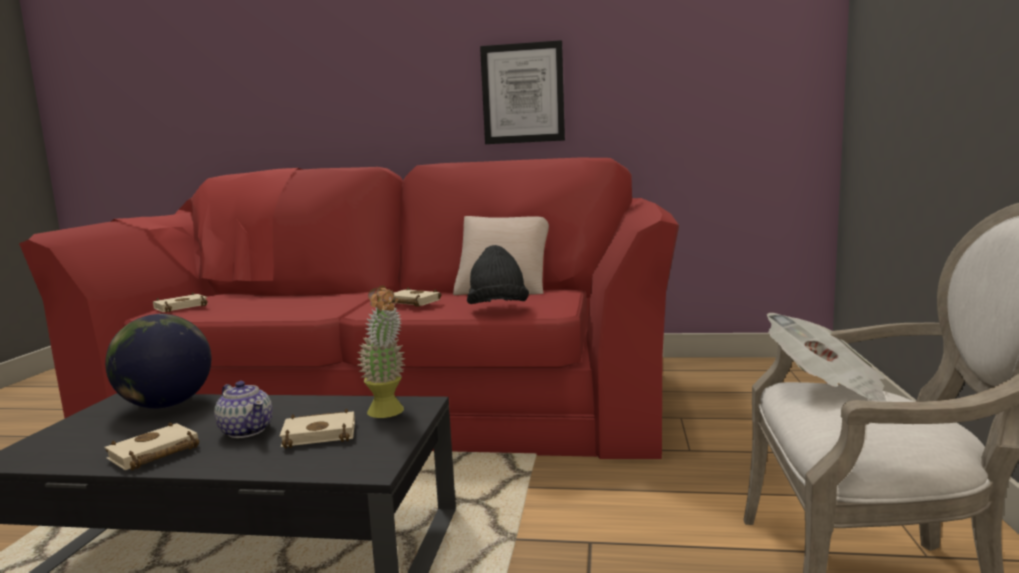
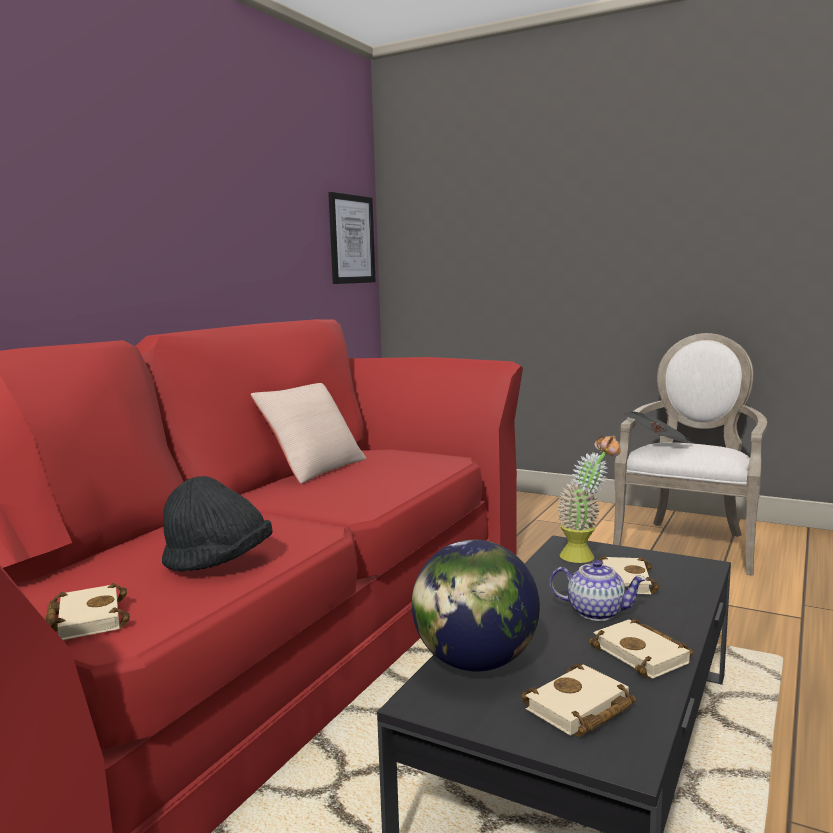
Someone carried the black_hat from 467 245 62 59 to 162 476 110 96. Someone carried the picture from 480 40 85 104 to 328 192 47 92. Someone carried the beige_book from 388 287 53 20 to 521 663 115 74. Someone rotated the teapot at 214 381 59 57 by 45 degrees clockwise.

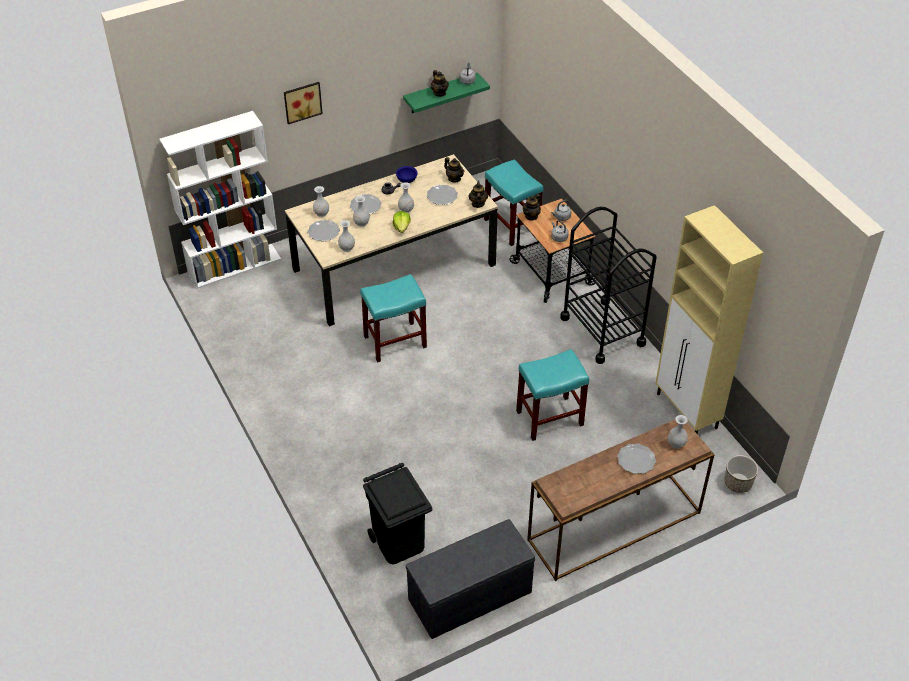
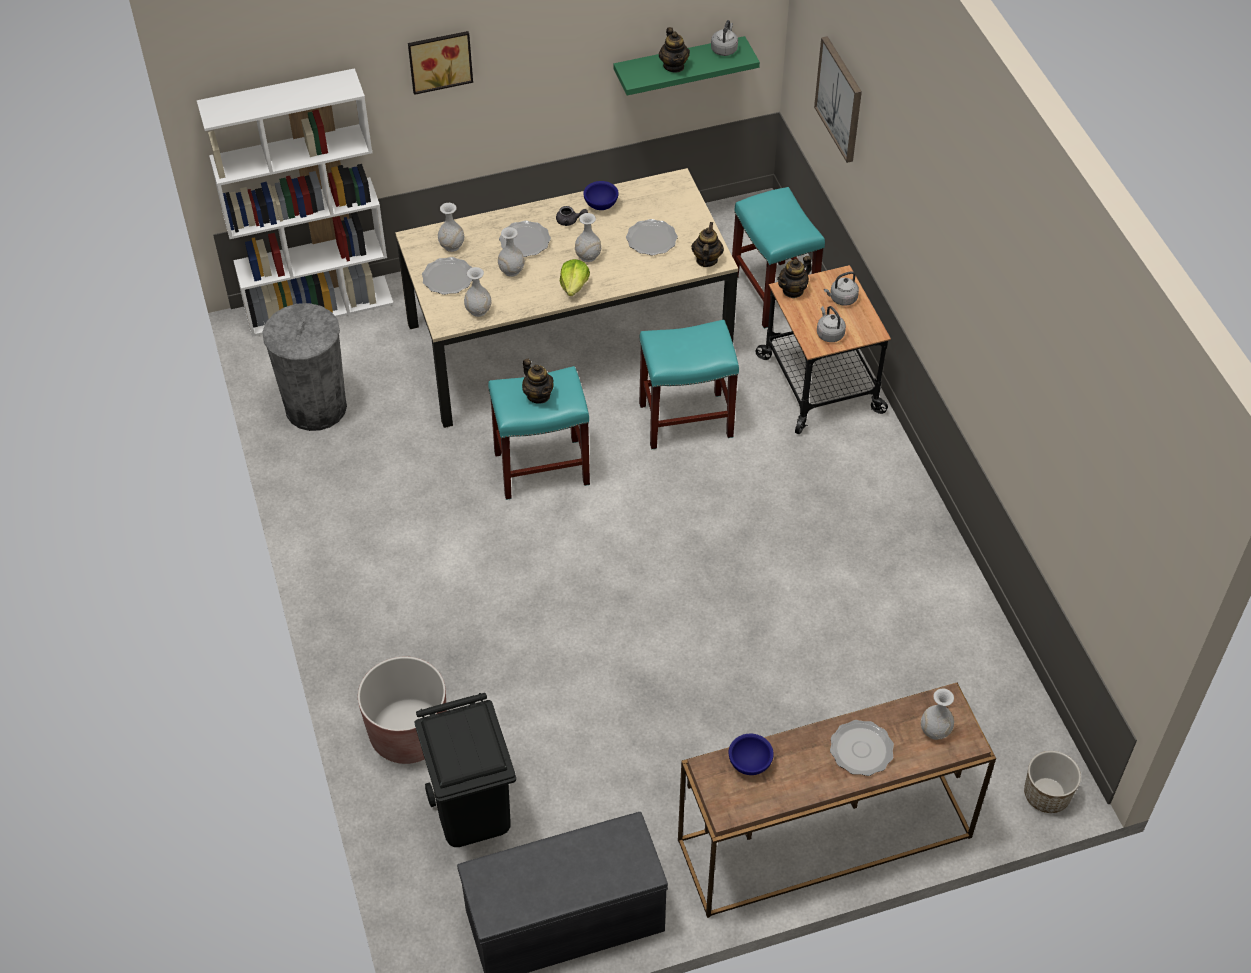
Someone put down the grey_trash_can at 262 303 85 128. Someone put down the brown_planter at 358 656 89 108. Someone carried the teapot from 444 157 21 25 to 522 359 32 45. Someone carried the turquoise_stool from 516 349 73 92 to 639 320 100 130. Someone put down the blue_bowl at 729 734 45 41. Someone put up the picture at 814 36 48 127. Someone took away the black_cart at 560 207 97 157. Someone took away the beige_cabinet at 656 205 107 229.

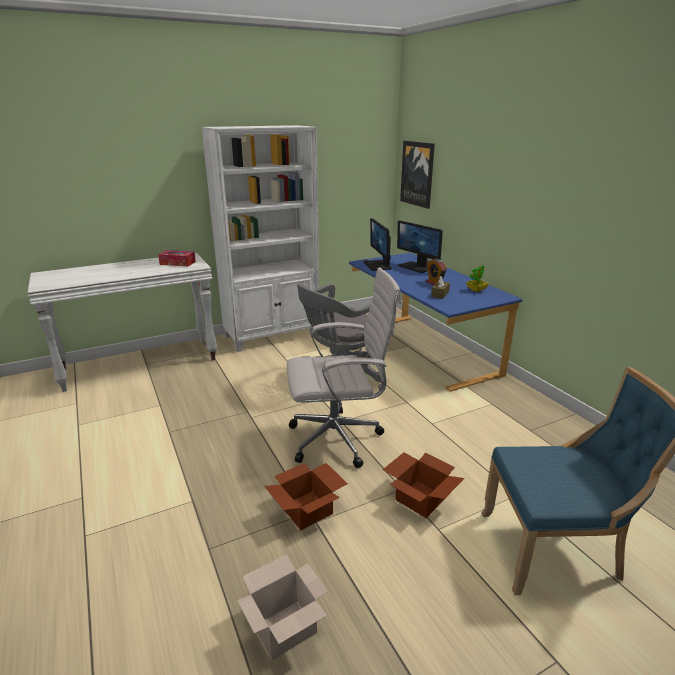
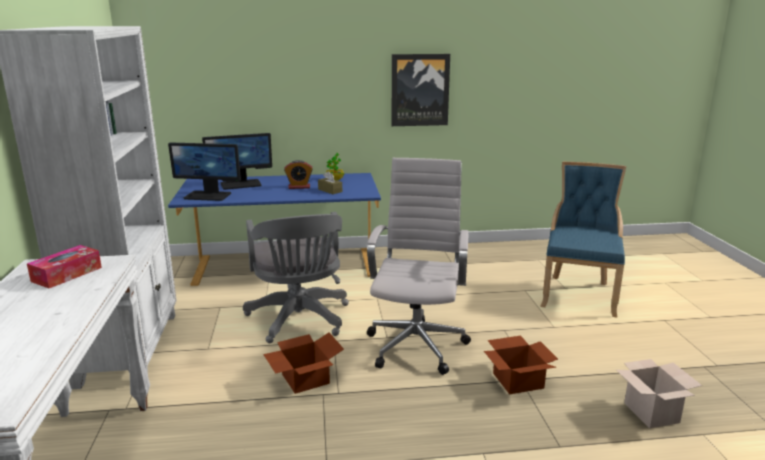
Someone carried the cardboard_box from 383 452 82 66 to 263 333 81 61. Someone carried the picture from 400 141 35 68 to 391 54 59 72.

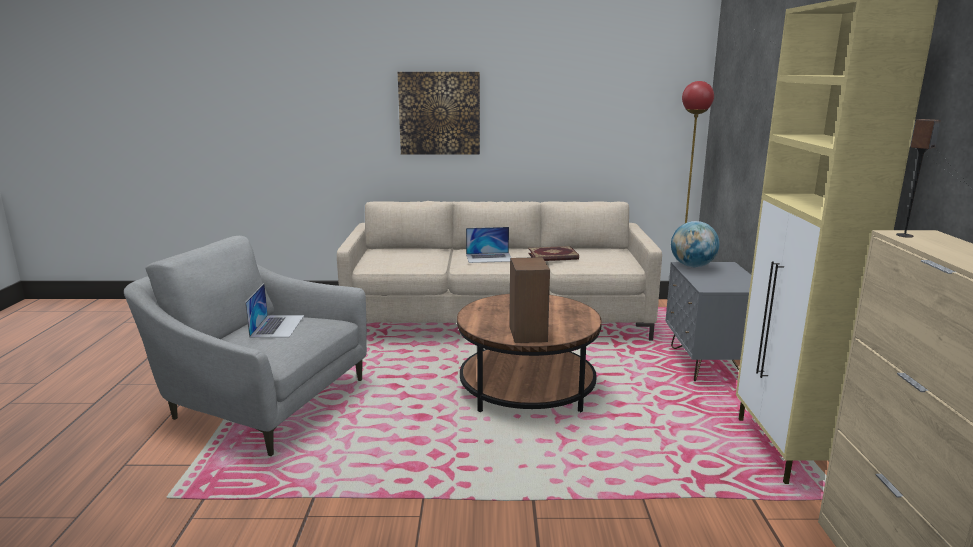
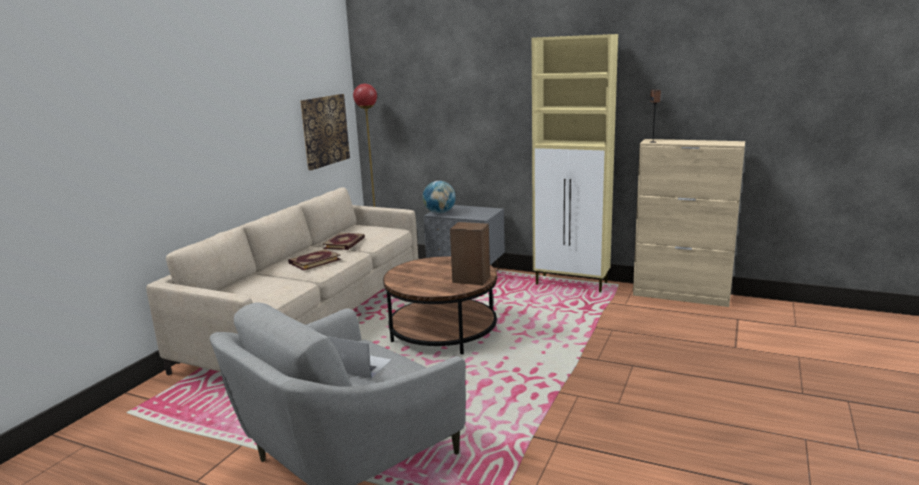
Someone swapped the laptop at 466 227 45 36 for the book at 288 249 53 22. Someone carried the picture from 398 72 82 83 to 300 94 50 76.

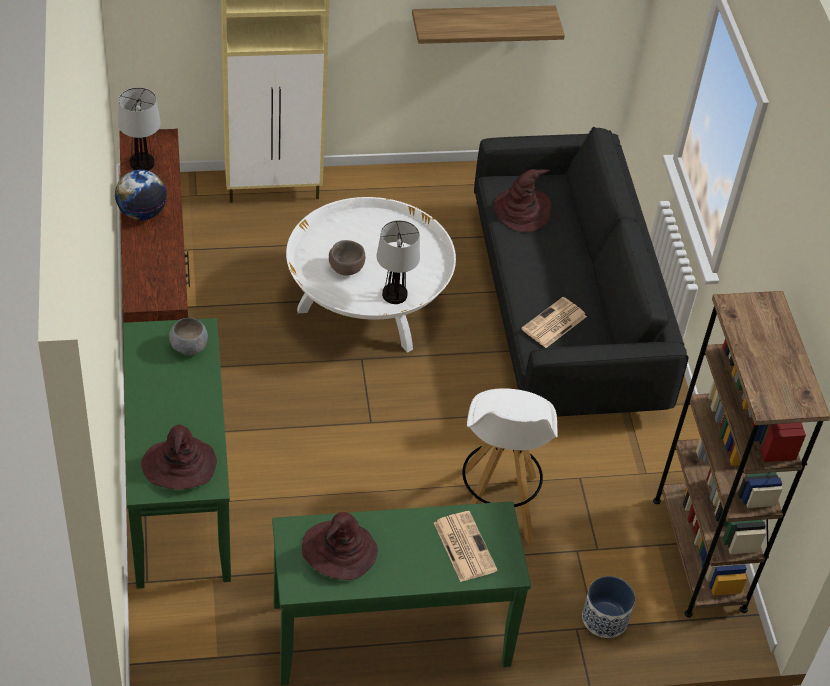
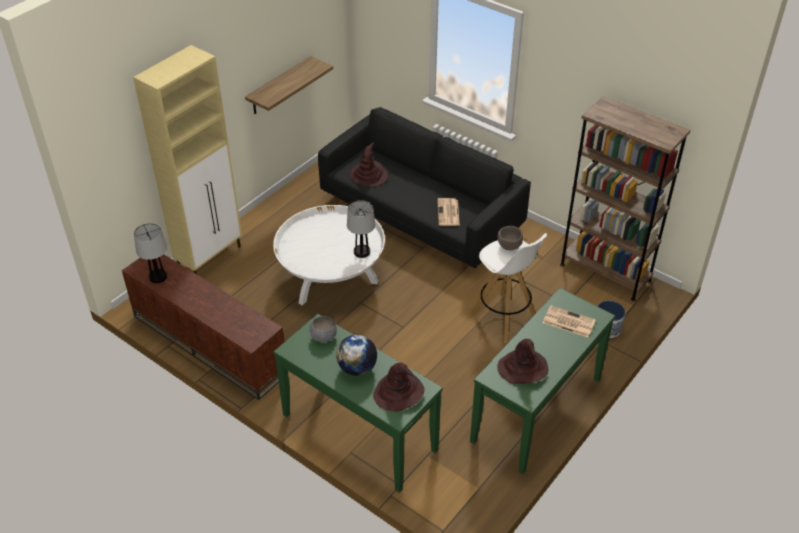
Someone carried the globe from 115 169 52 52 to 336 335 41 41. Someone carried the brown_bowl from 329 240 36 36 to 498 226 25 24.

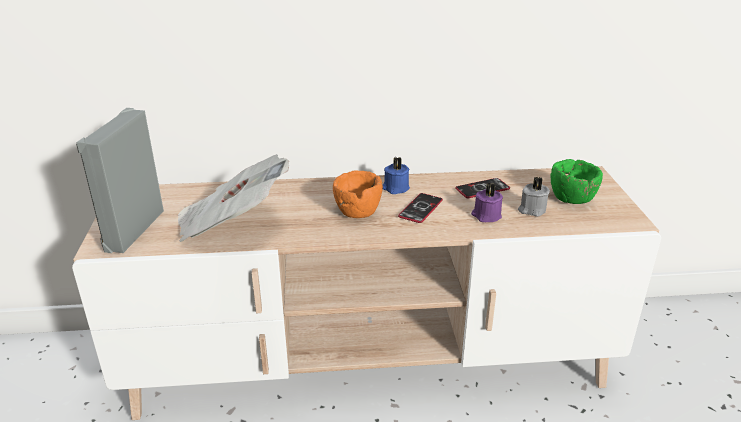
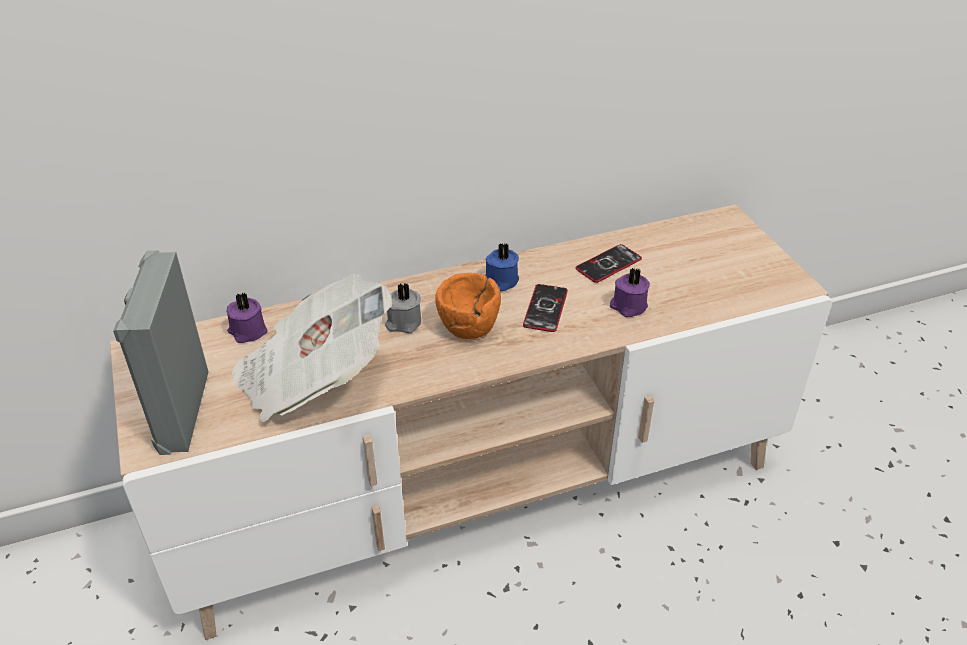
Someone put down the purple_candle at 226 292 42 51. Someone carried the grey_candle from 518 177 32 40 to 385 284 36 49. Someone took away the green_bowl at 551 159 52 45.

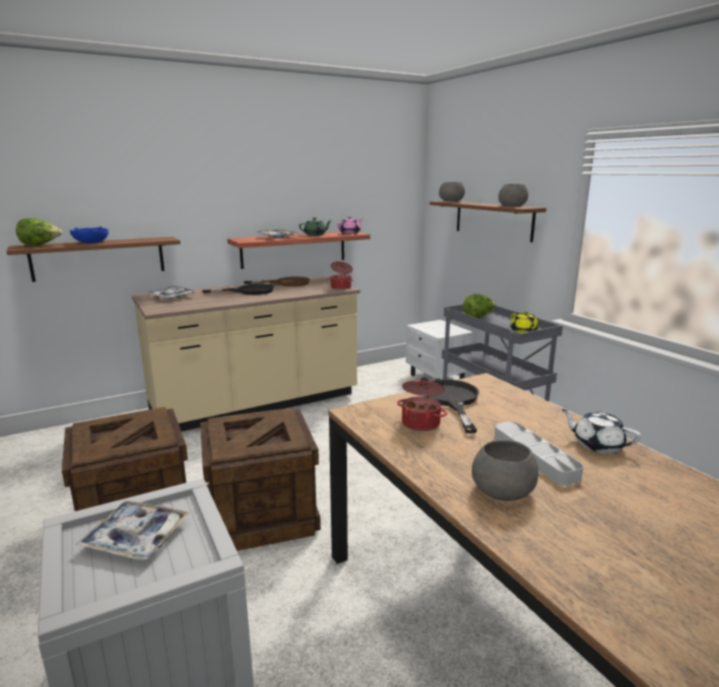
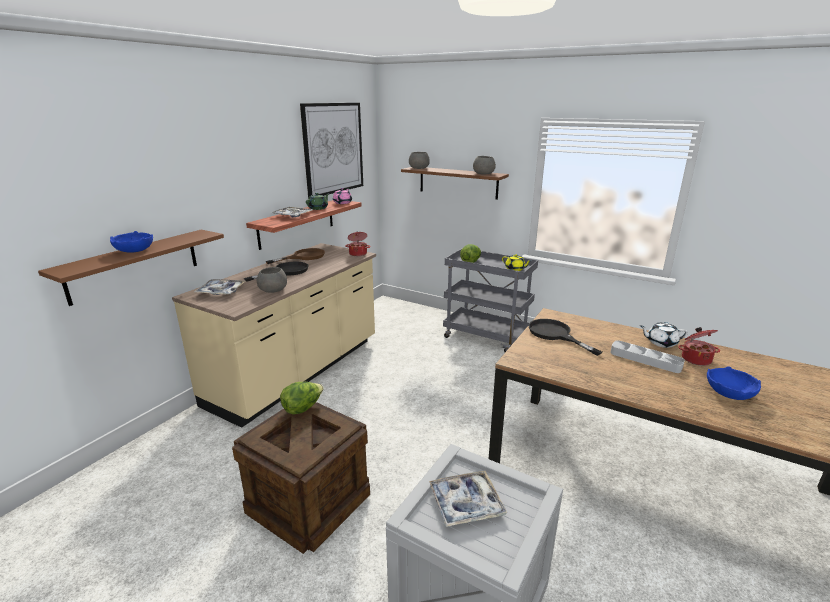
Someone carried the grey_bowl from 472 440 67 61 to 257 267 30 26. Someone carried the lettuce from 16 218 46 28 to 280 382 44 32. Someone put up the picture at 300 103 63 96. Someone carried the cooking_pot from 397 377 50 54 to 678 327 42 39. Someone put down the blue_bowl at 707 367 54 33. Someone took away the crate at 200 408 121 143. Someone took away the white_nightstand at 406 320 67 60.

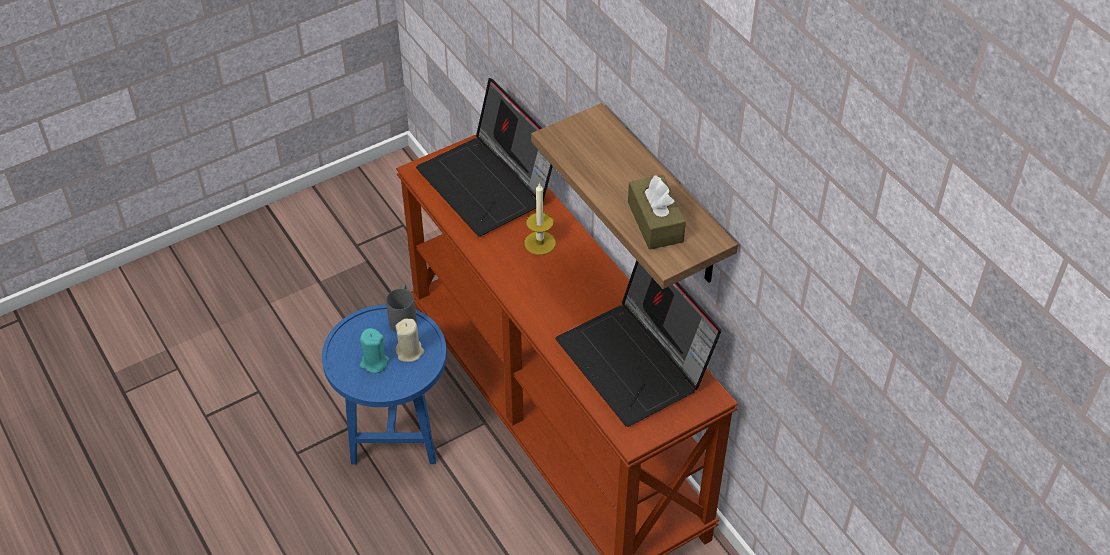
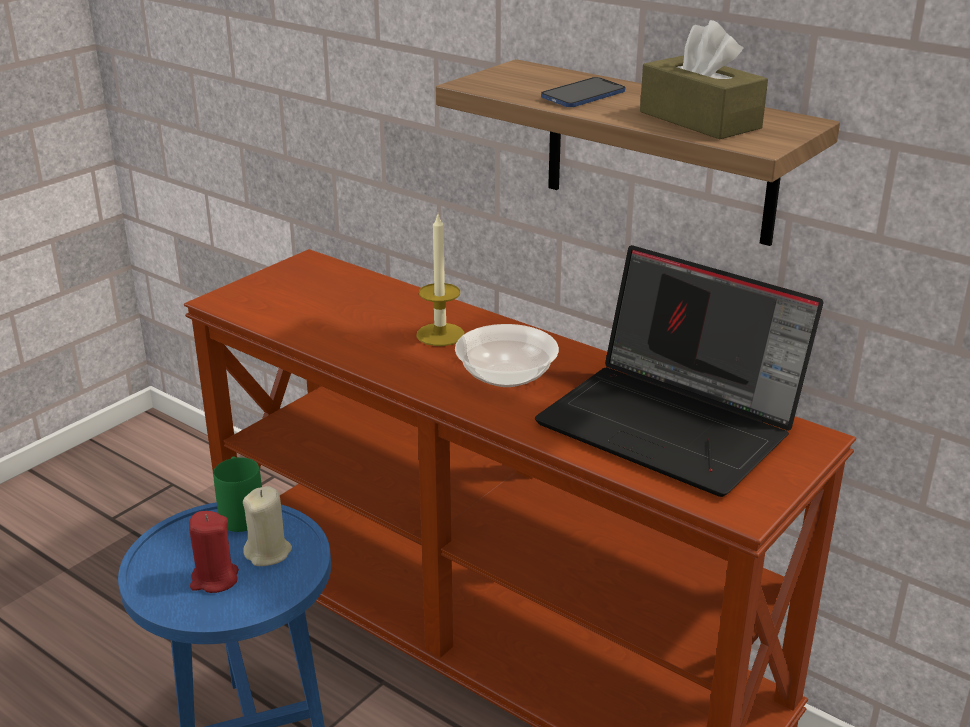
Someone repainted the turquoise_candle at 360 328 29 45, which became the red_candle at 189 511 50 82. Someone repainted the grey_mug at 386 284 30 48, which became the green_mug at 213 456 49 76. Someone put down the bowl at 455 324 104 63. Someone put down the phone at 541 77 84 30. Someone took away the laptop at 416 78 137 158.

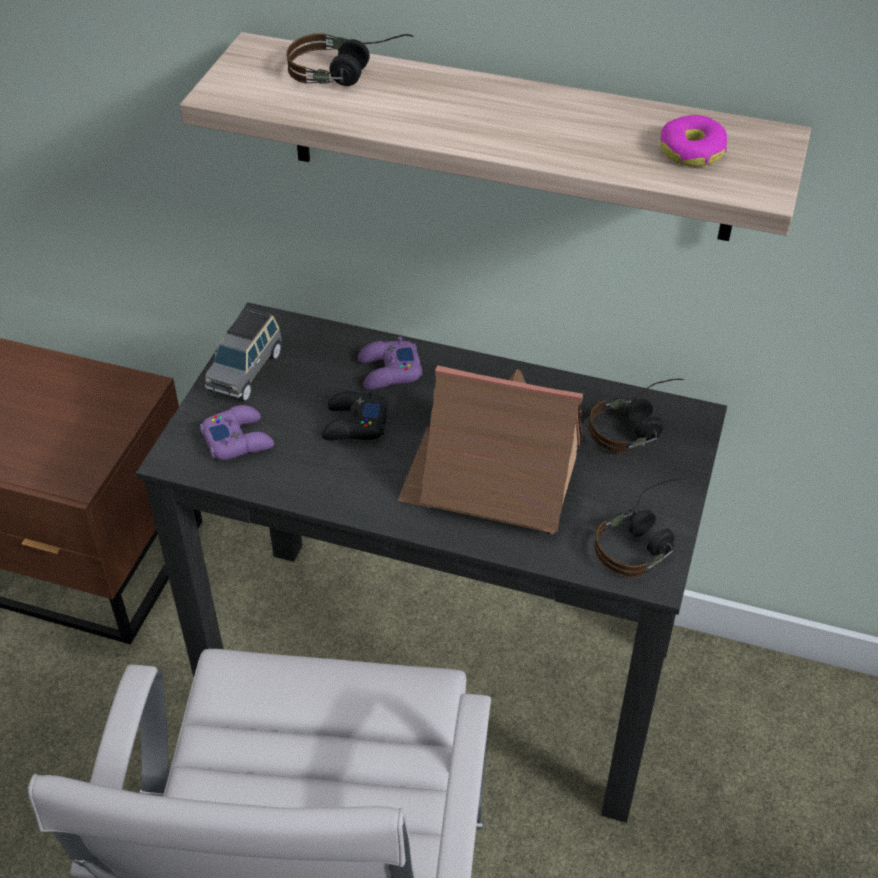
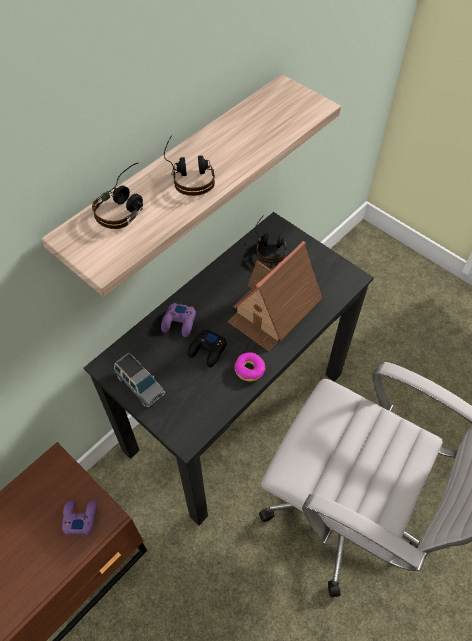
Someone carried the purple_game_controller from 200 405 74 55 to 62 500 35 35. Someone carried the headphones from 594 479 85 98 to 164 135 51 61. Someone carried the donut from 660 115 67 51 to 234 352 32 30.

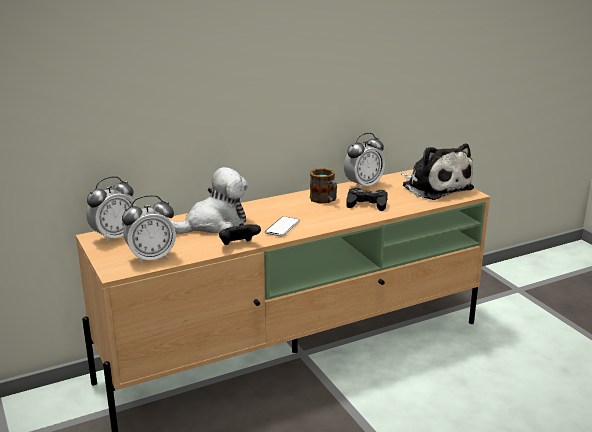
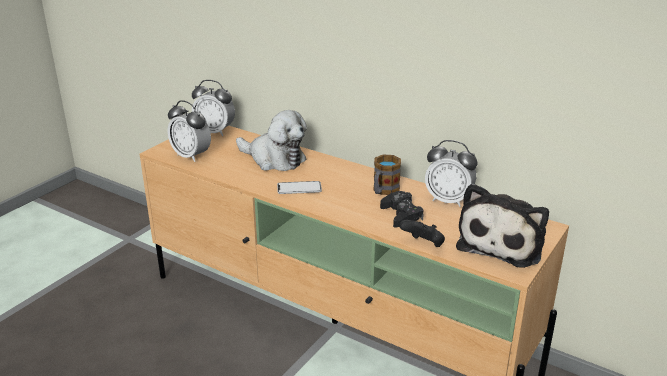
Someone carried the black_game_controller from 219 223 42 22 to 399 220 46 27.

